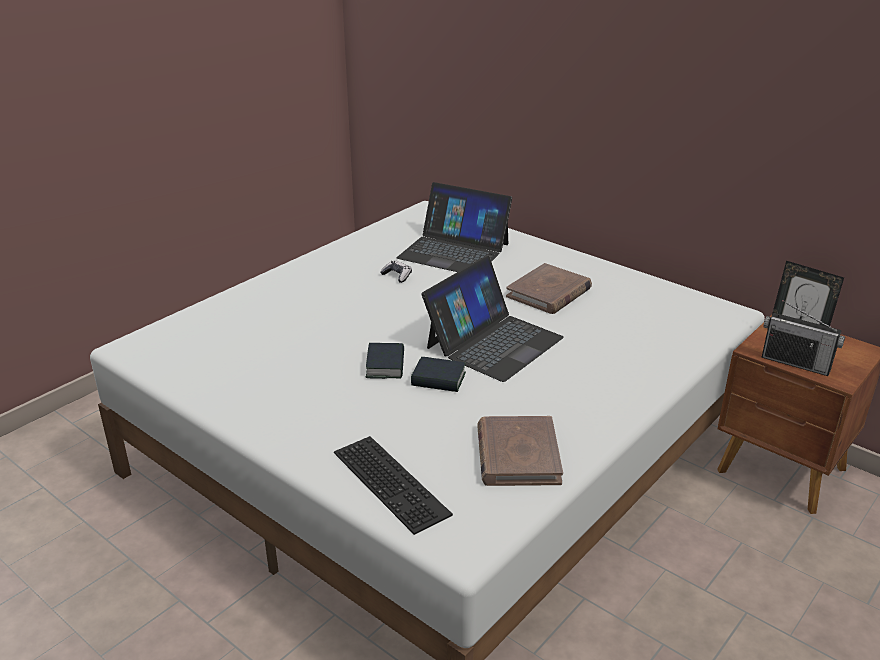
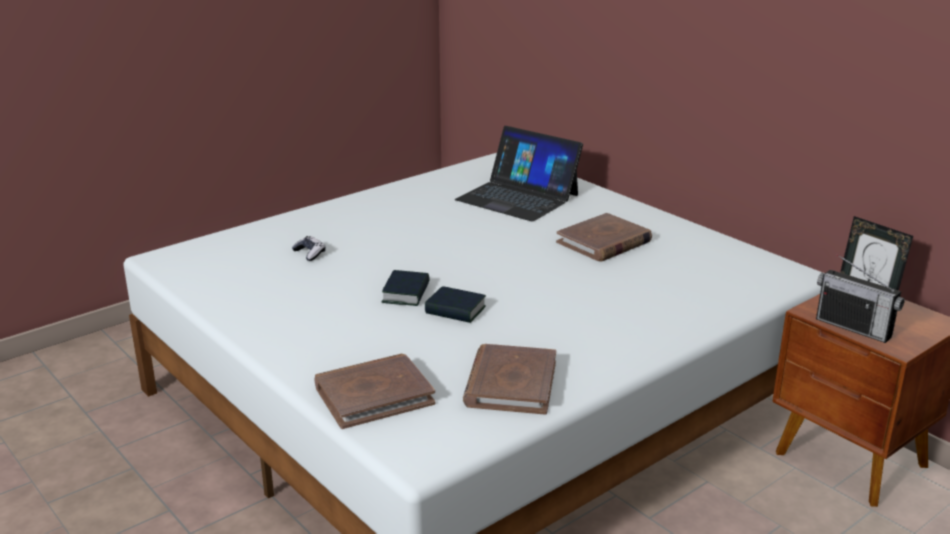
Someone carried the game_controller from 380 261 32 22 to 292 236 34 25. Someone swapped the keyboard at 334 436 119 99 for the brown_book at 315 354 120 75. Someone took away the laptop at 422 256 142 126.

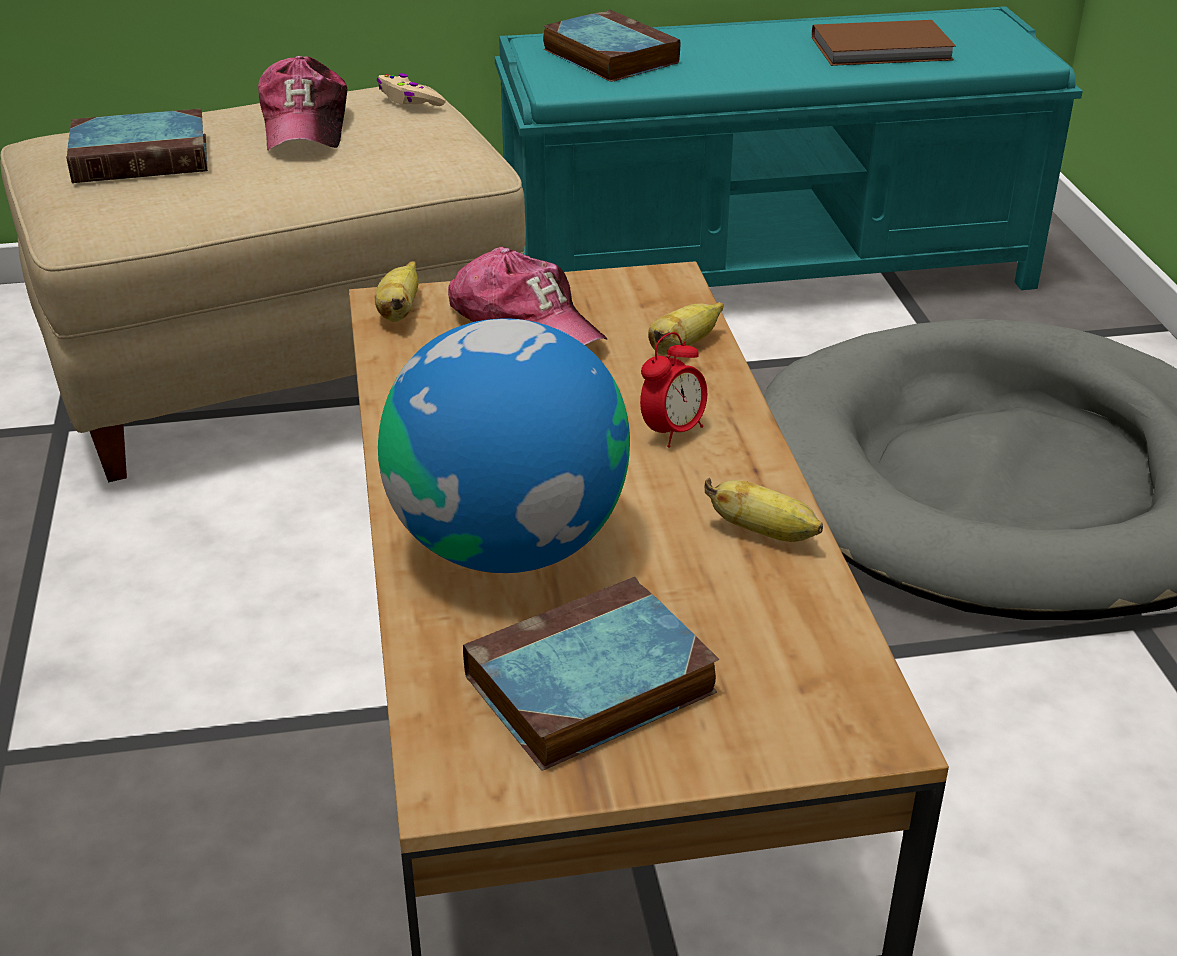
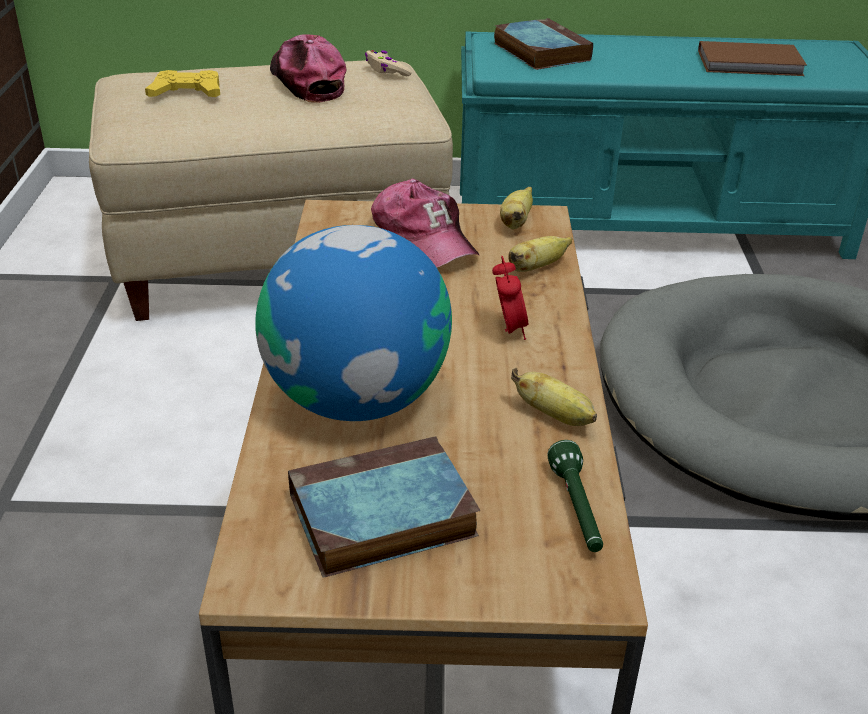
Someone swapped the book at 66 109 142 74 for the yellow_game_controller at 145 70 75 27. Someone rotated the cap at 258 56 89 94 by 150 degrees clockwise. Someone rotated the alarm_clock at 640 332 67 116 by 60 degrees counterclockwise. Someone carried the banana from 375 261 44 61 to 500 187 33 42. Someone put down the green_flashlight at 547 440 56 112.

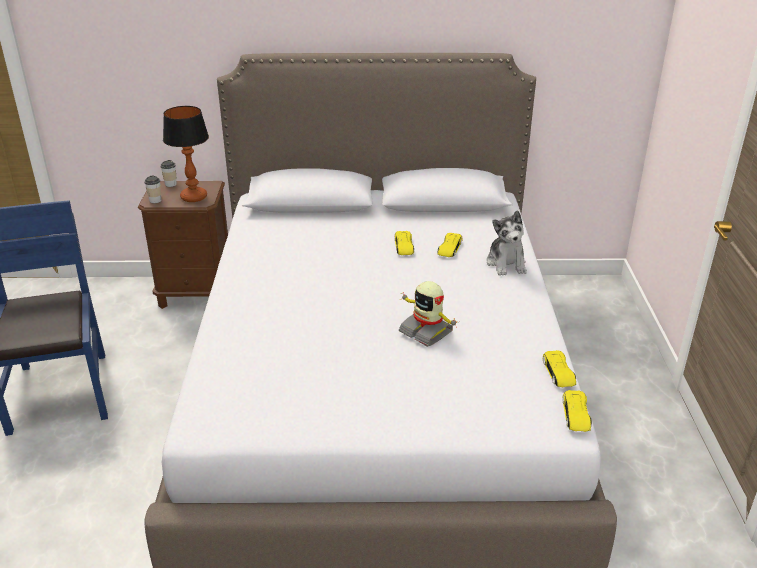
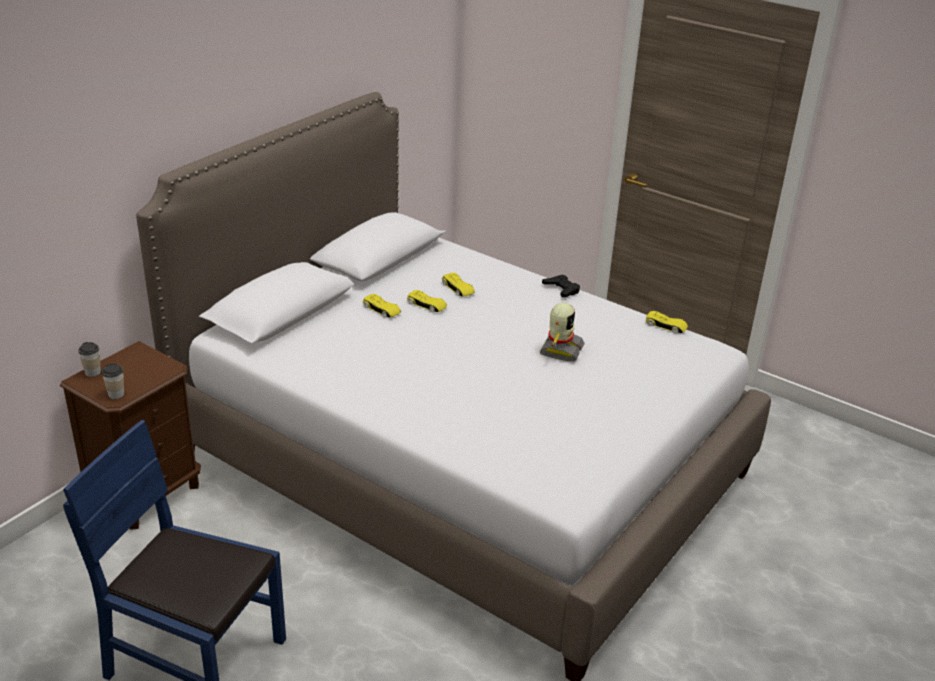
Someone carried the yellow_toy_car from 562 390 30 42 to 363 294 38 24. Someone rotated the toy_robot at 399 281 58 66 by 60 degrees counterclockwise. Someone put down the black_game_controller at 542 275 38 22. Someone took away the table_lamp at 163 106 46 96. Someone took away the plush_toy at 487 210 40 66.

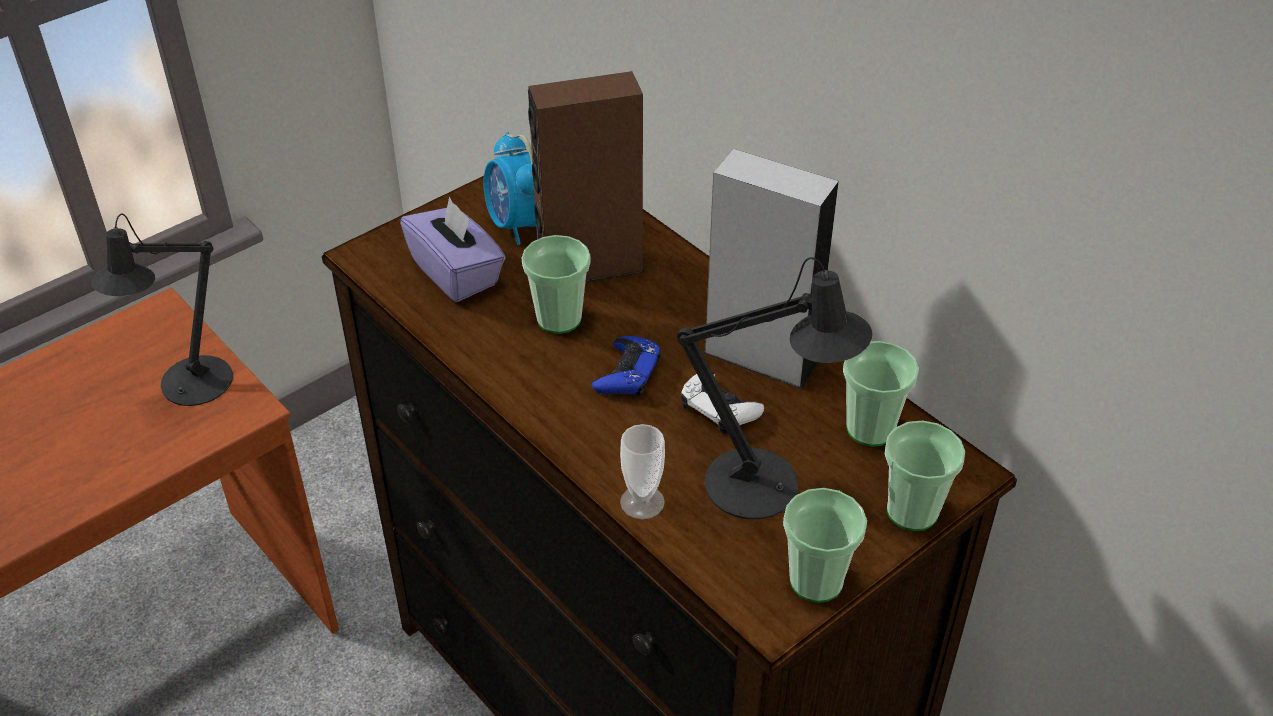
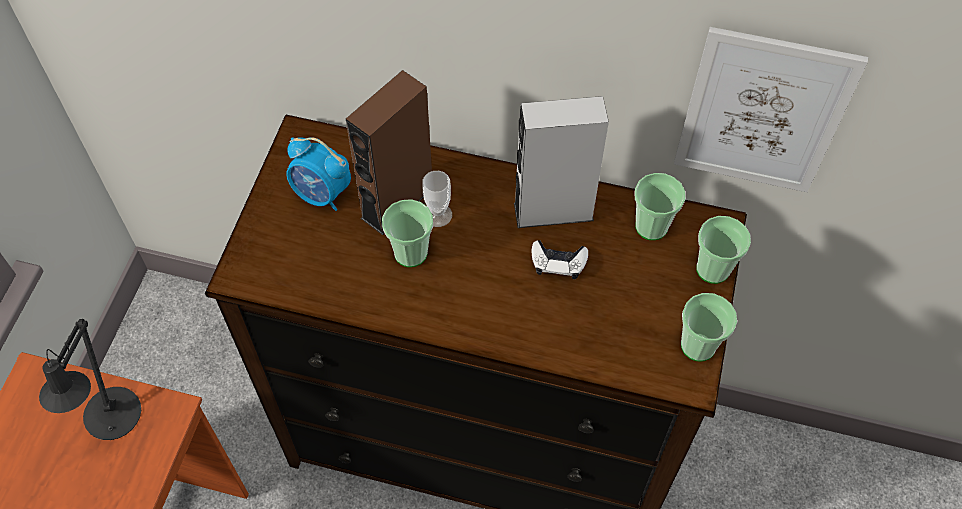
Someone carried the cup from 620 424 45 96 to 423 171 29 56. Someone put up the picture at 674 27 194 165. Someone took away the purple_tissue_box at 400 197 105 105. Someone took away the blue_game_controller at 592 336 69 60. Someone took away the black_table_lamp at 677 257 195 262.

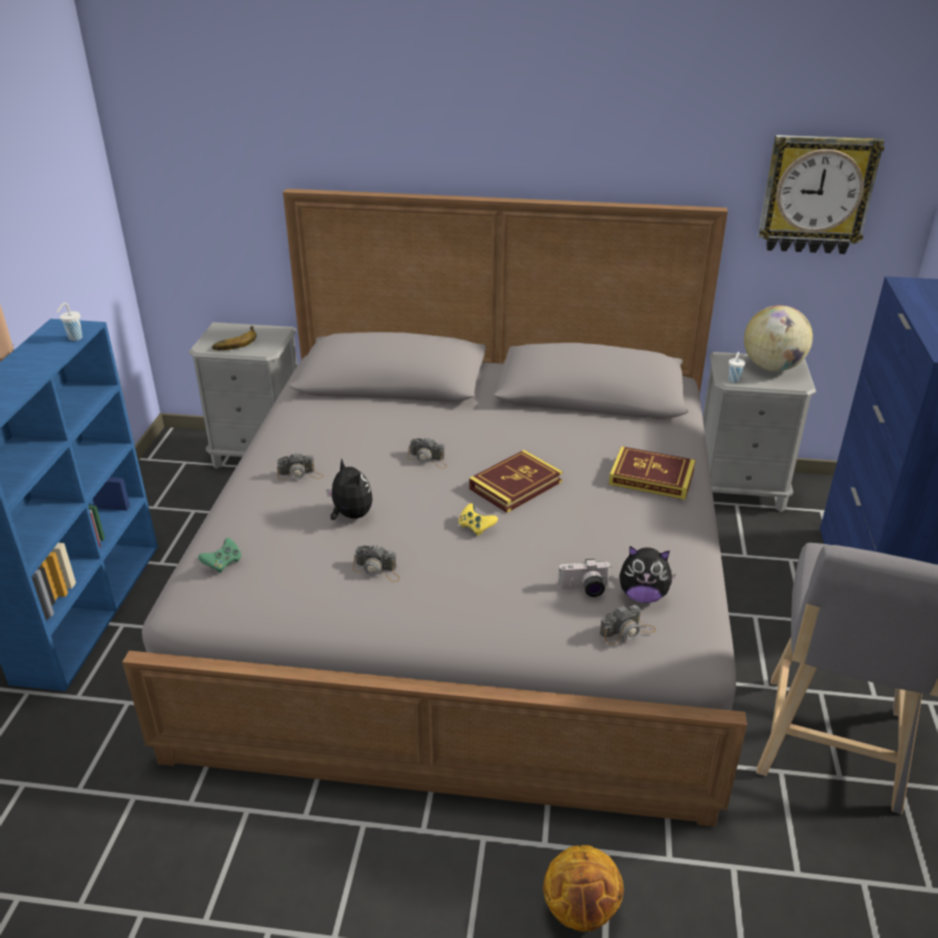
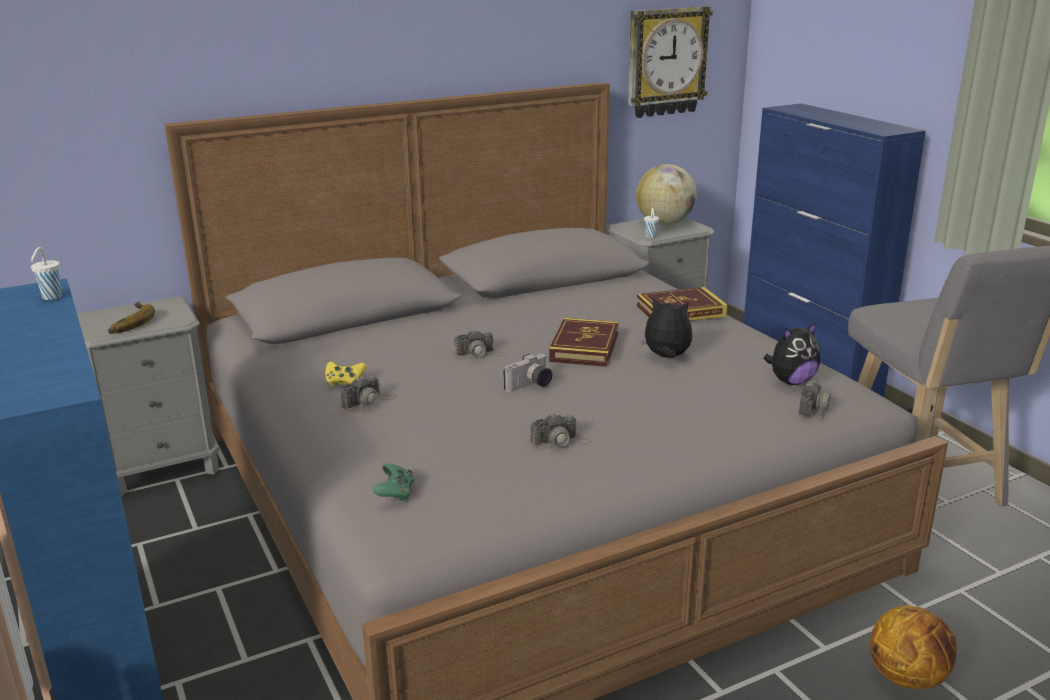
Someone carried the yellow_game_controller from 458 503 40 33 to 325 362 41 24. Someone carried the photo_camera from 558 559 53 38 to 503 354 49 38. Someone carried the plush_toy from 326 459 47 61 to 638 298 54 60.

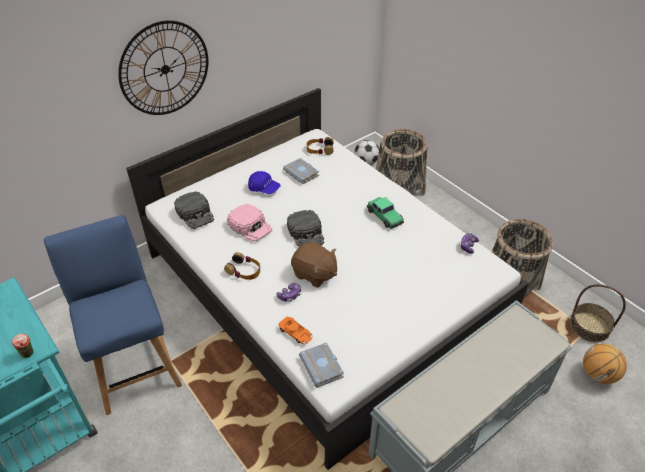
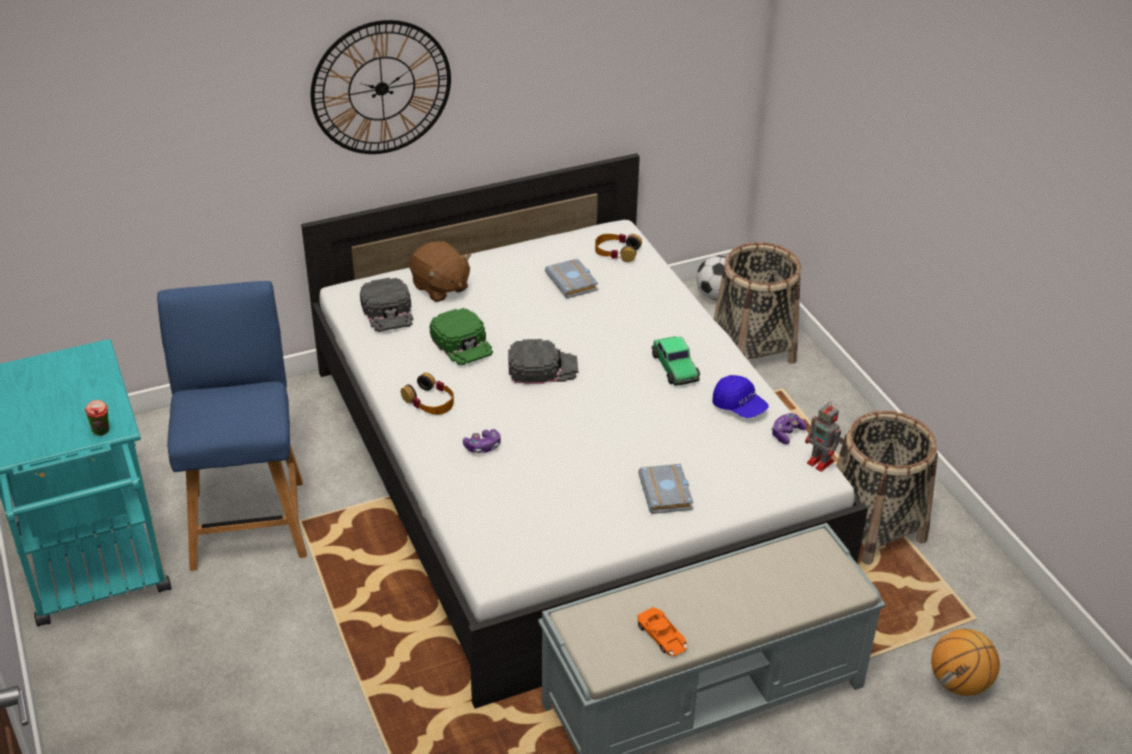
Someone carried the brown_plush_toy from 291 241 46 47 to 409 241 62 61. Someone repainted the pink_cap at 227 204 45 38, which became the green_cap at 429 308 64 57. Someone rotated the black_cap at 287 210 37 37 by 90 degrees counterclockwise. Someone carried the grey_book from 299 342 45 46 to 638 464 55 50. Someone carried the orange_toy_car from 279 316 33 28 to 638 607 49 49. Someone carried the blue_cap from 248 171 33 23 to 712 375 57 43. Someone put down the toy_robot at 805 402 39 70. Someone took away the basket at 570 284 56 58.

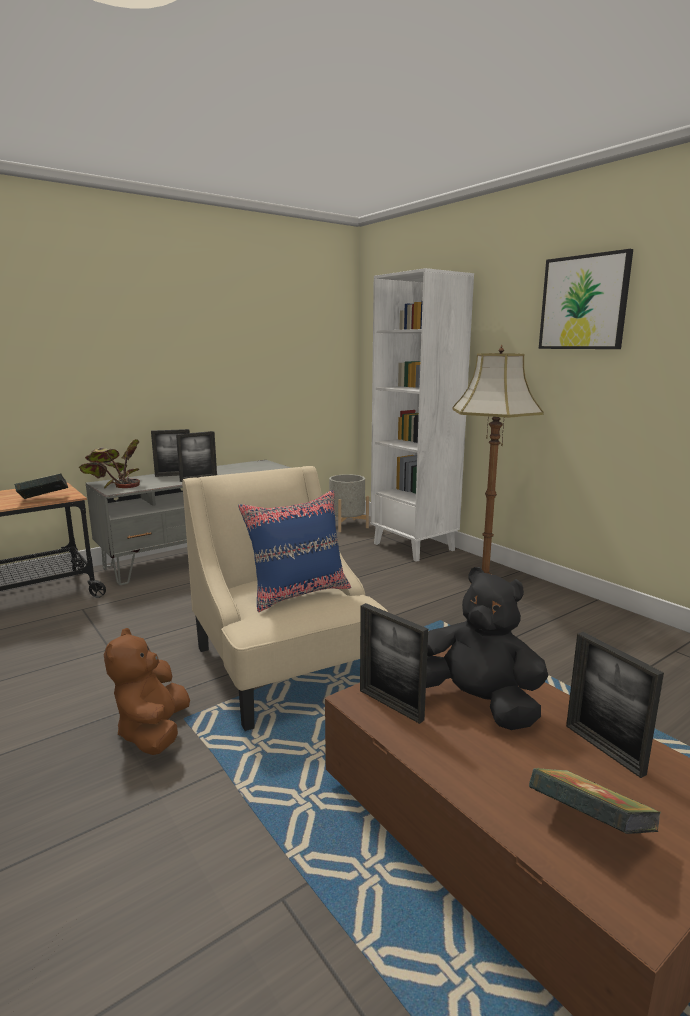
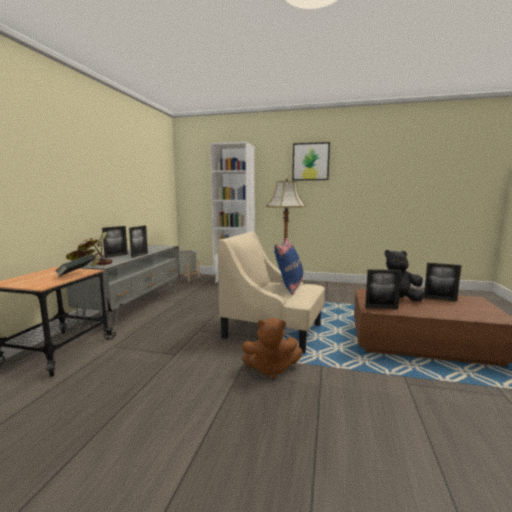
Someone rotated the brown_plush_toy at 104 628 86 127 by 45 degrees counterclockwise. Someone took away the book at 529 768 132 66.

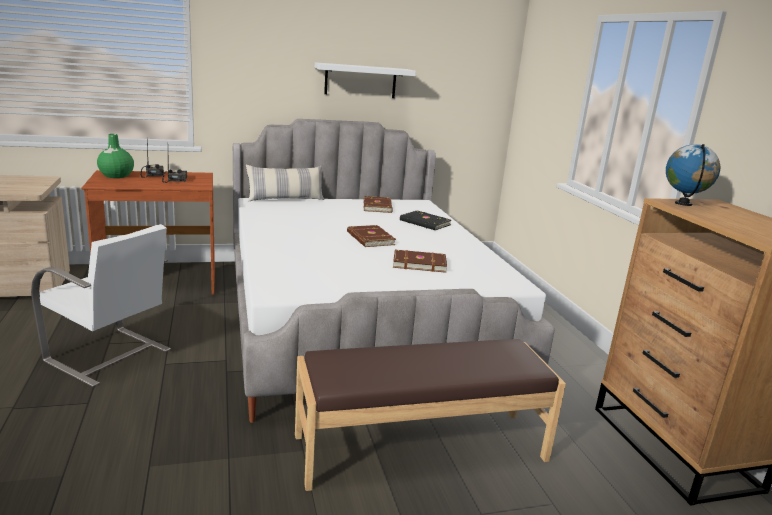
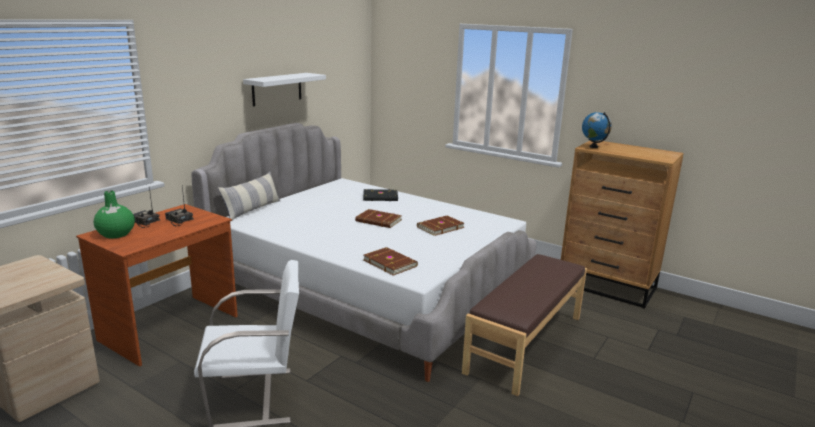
Someone carried the brown_book from 363 196 30 17 to 363 247 55 29.

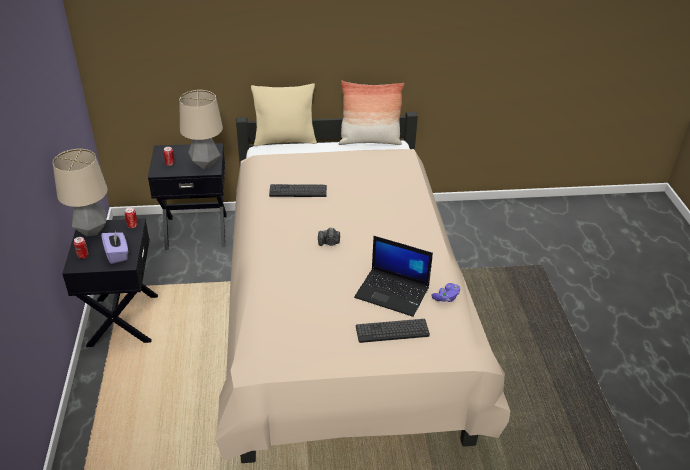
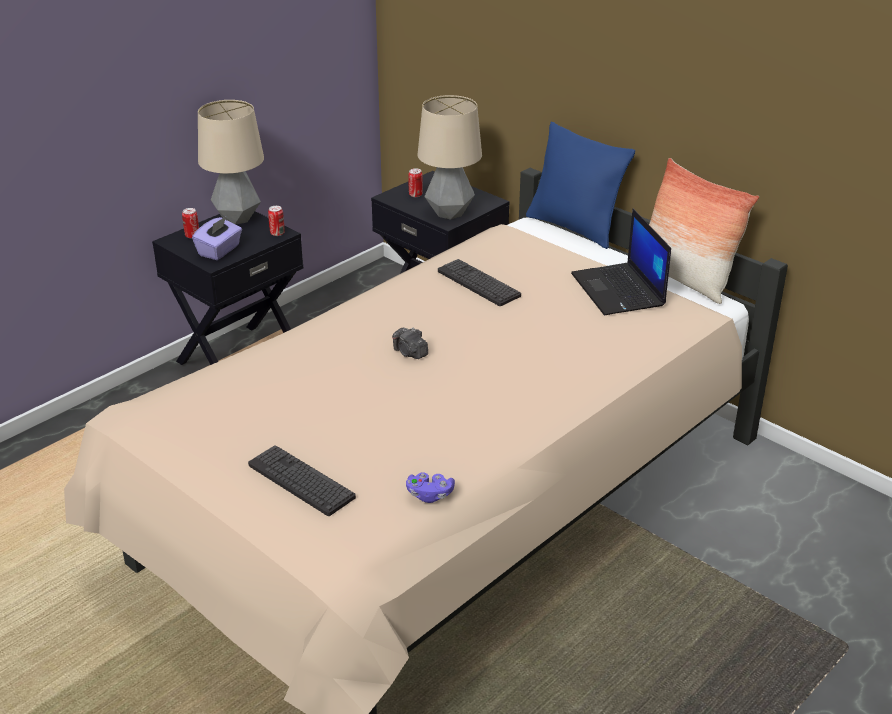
Someone repainted the beige_pillow at 251 83 66 63, which became the blue_pillow at 526 122 109 127. Someone carried the laptop from 354 236 79 81 to 571 209 100 106.

